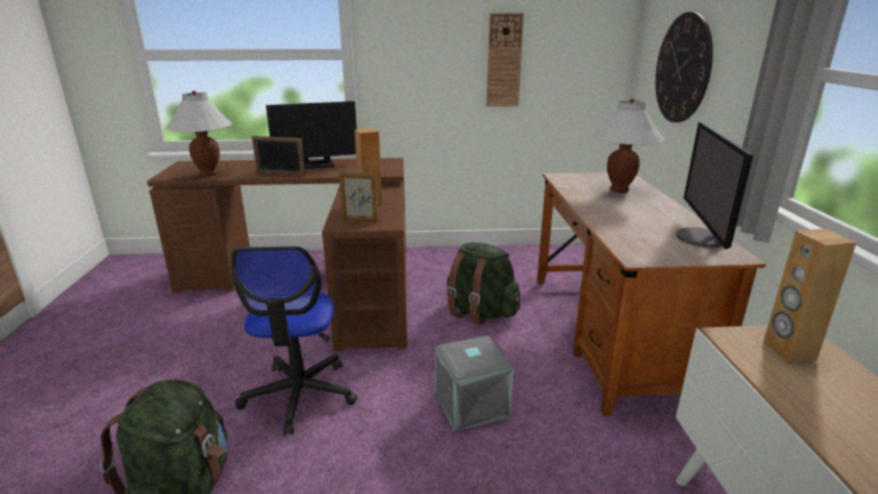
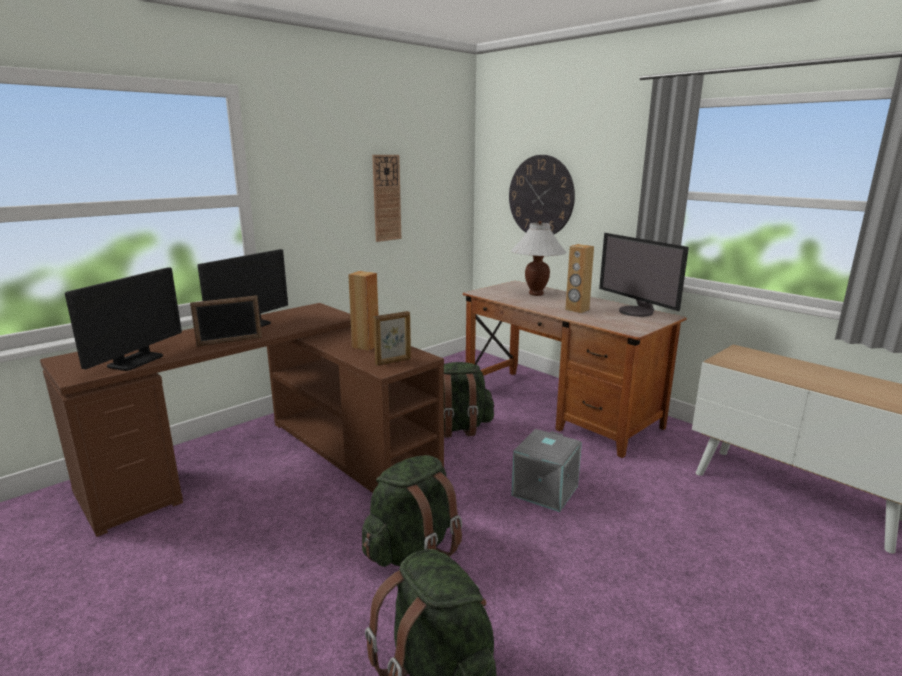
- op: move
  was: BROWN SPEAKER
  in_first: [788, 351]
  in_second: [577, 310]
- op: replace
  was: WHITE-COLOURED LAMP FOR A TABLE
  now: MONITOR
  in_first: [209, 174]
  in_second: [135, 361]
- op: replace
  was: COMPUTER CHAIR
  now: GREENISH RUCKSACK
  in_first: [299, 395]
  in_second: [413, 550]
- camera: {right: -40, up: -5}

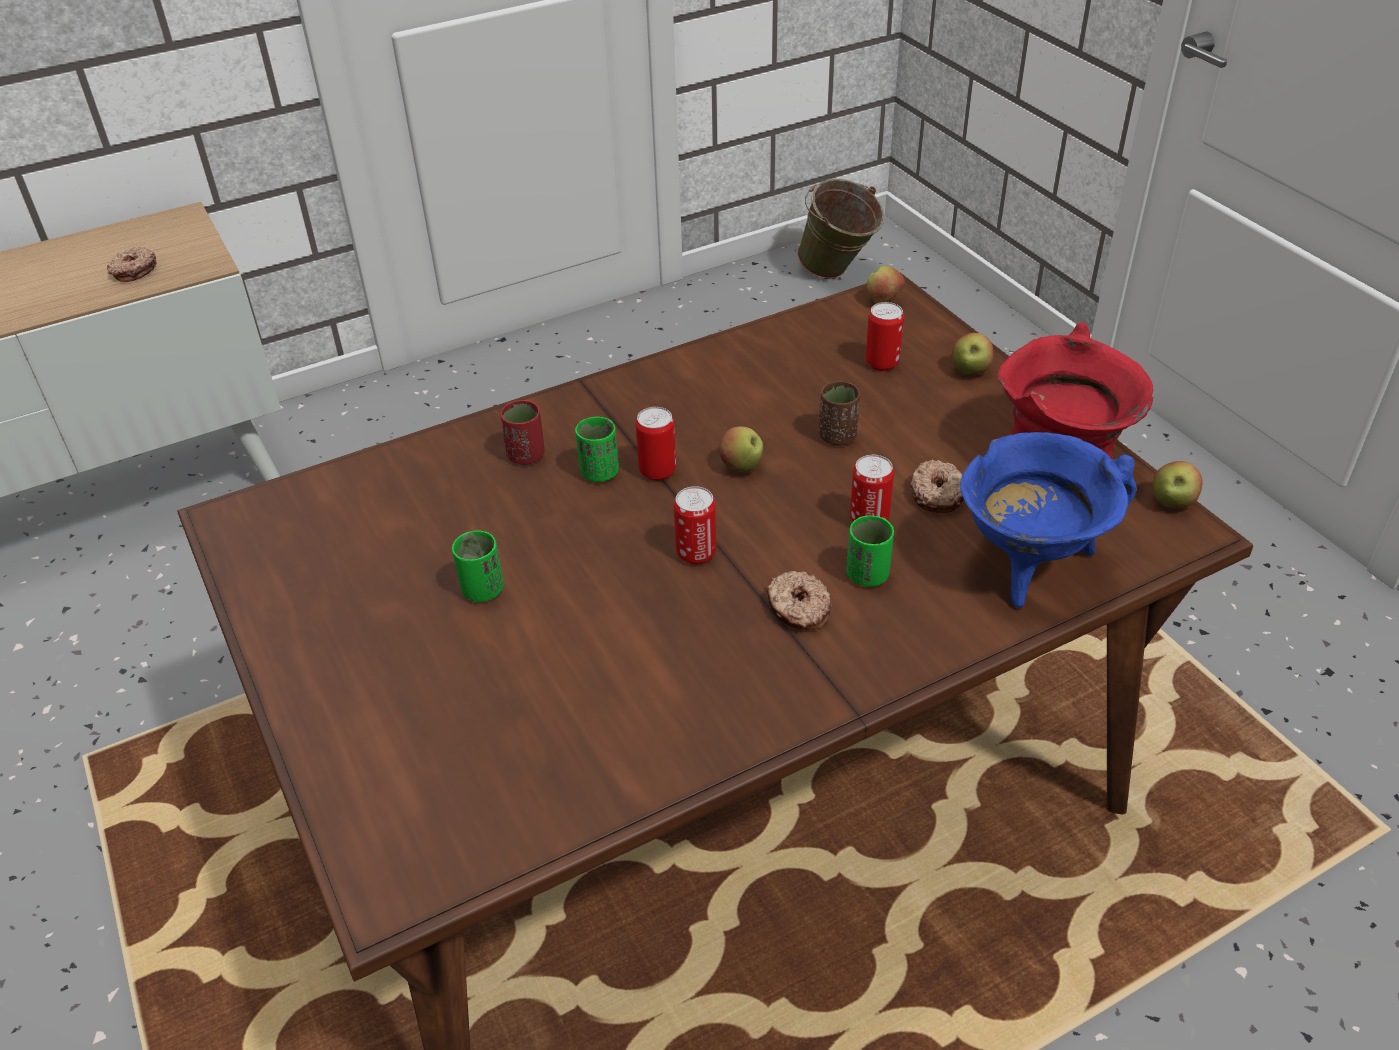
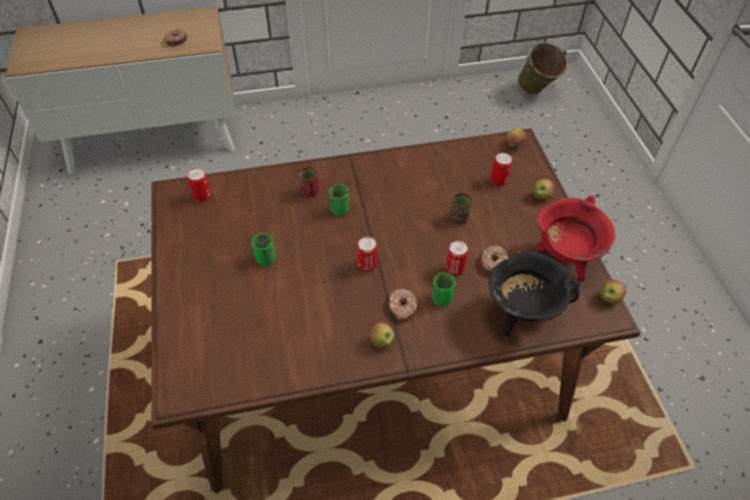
- op: move
  was: SEALED CAN
  in_first: [657, 471]
  in_second: [202, 196]
- op: move
  was: WHOLE APPLE
  in_first: [741, 467]
  in_second: [381, 342]
- op: recolor
  was: BLUISH SAUCEPOT
  now: BLACK-COLOURED SAUCEPOT
  in_first: [1029, 565]
  in_second: [521, 314]
- camera: {right: 15, up: 10}

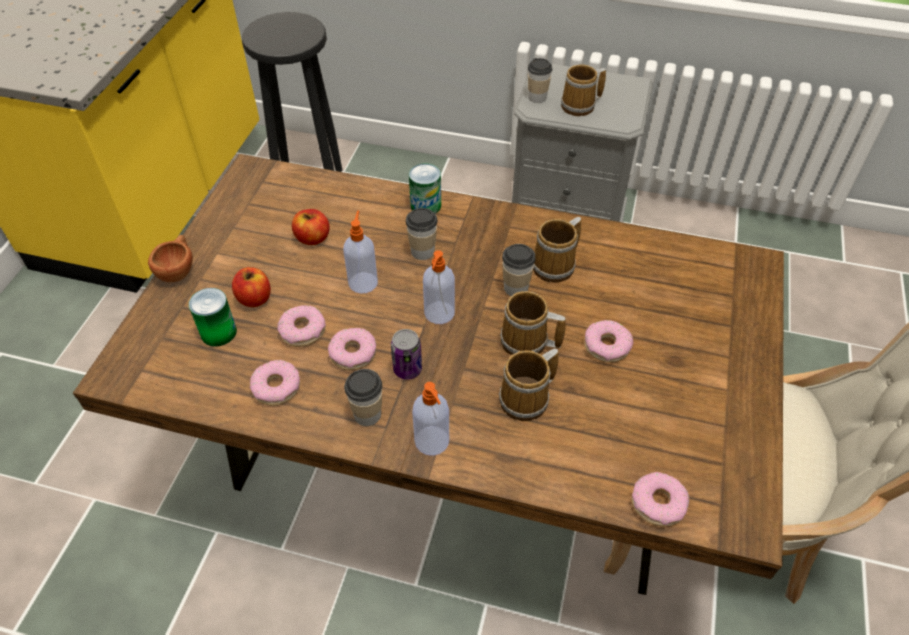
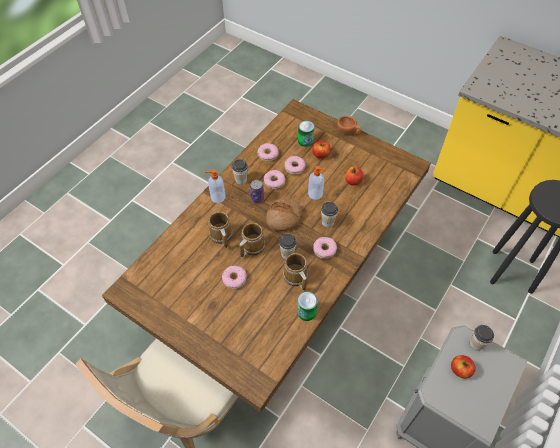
- op: move
  was: SEALED CAN
  in_first: [425, 205]
  in_second: [306, 312]
- op: move
  was: DOUGHNUT
  in_first: [658, 503]
  in_second: [324, 249]
- op: replace
  was: SOAP BOTTLE
  now: BAKERY BREAD
  in_first: [439, 314]
  in_second: [283, 218]
- op: replace
  was: MUG
  now: WHOLE APPLE
  in_first: [580, 106]
  in_second: [460, 370]
- camera: {right: 110, up: 5}

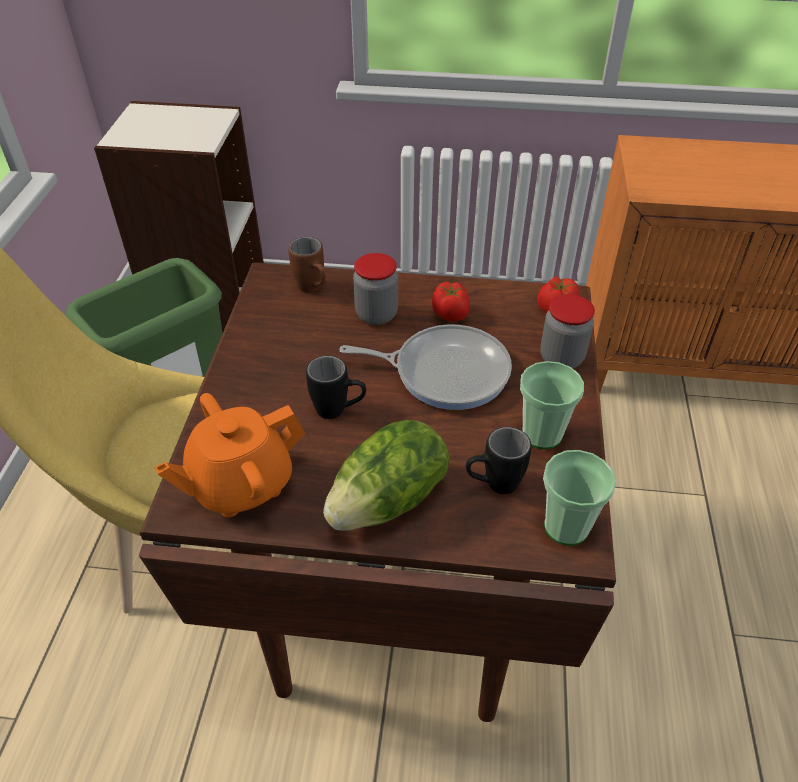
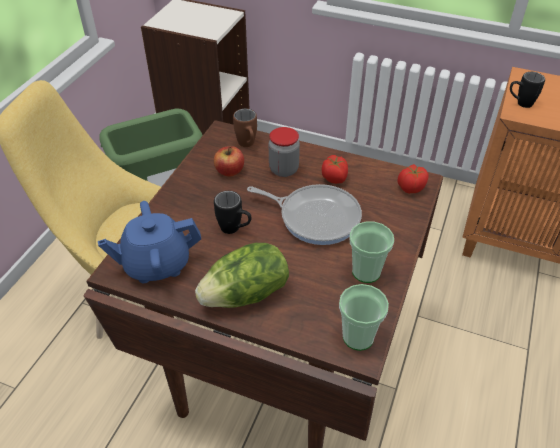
- op: delete
  was: JAR
  in_first: [561, 358]
- op: insert
  now: WHOLE APPLE
  in_second: [229, 171]
- op: move
  was: BLACK-COLOURED MUG
  in_first: [493, 485]
  in_second: [519, 103]
- op: recolor
  was: ORANGE-COLOURED TEAPOT
  now: BLUISH TEAPOT
  in_first: [241, 484]
  in_second: [156, 264]
- camera: {right: 15, up: 0}

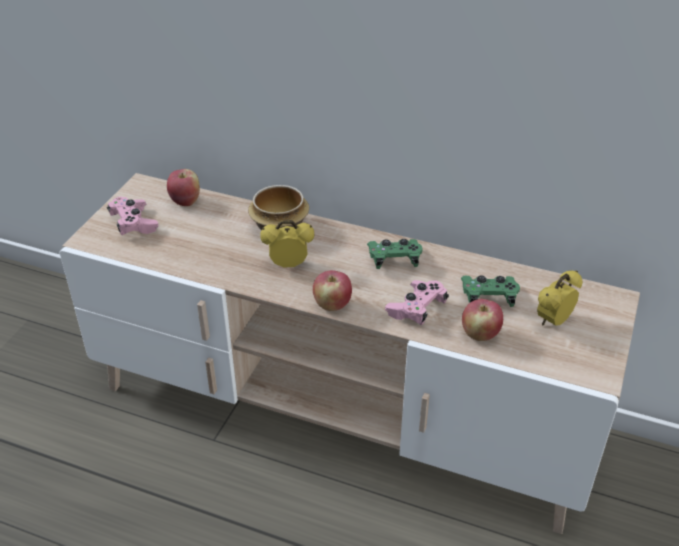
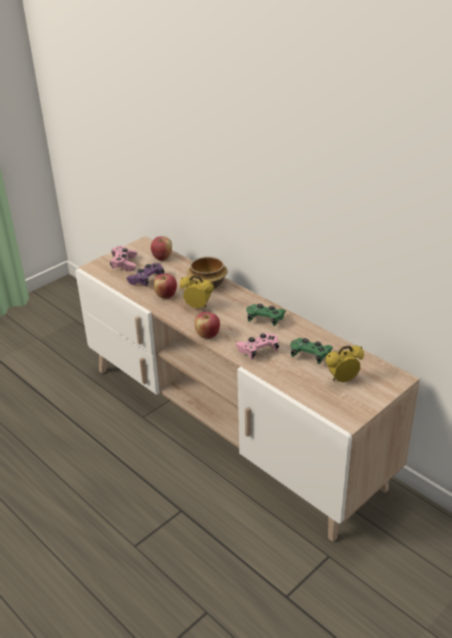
- op: insert
  now: PURPLE GAME CONTROLLER
  in_second: [146, 280]
- op: move
  was: WHOLE APPLE
  in_first: [480, 334]
  in_second: [166, 296]
- camera: {right: 25, up: -5}

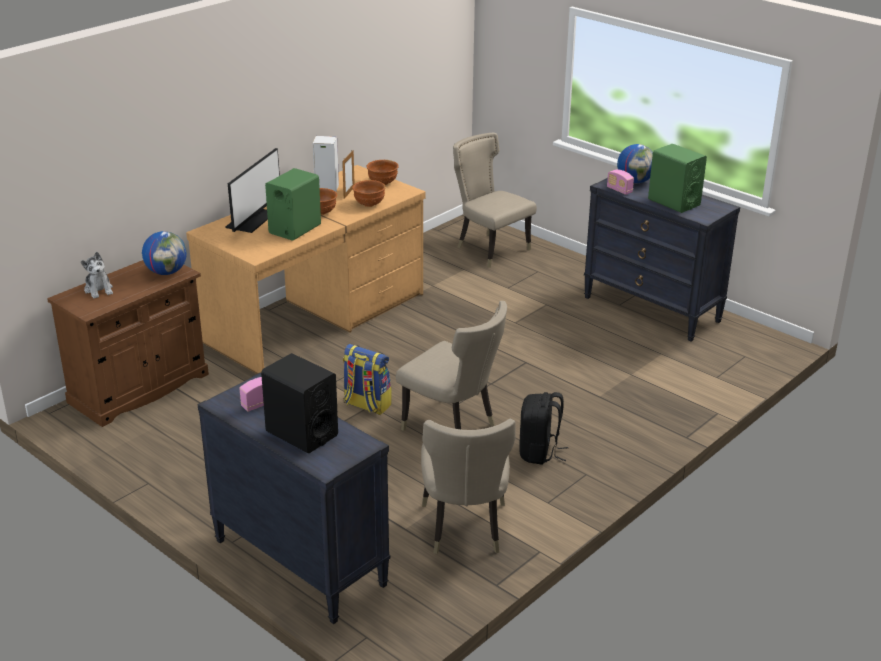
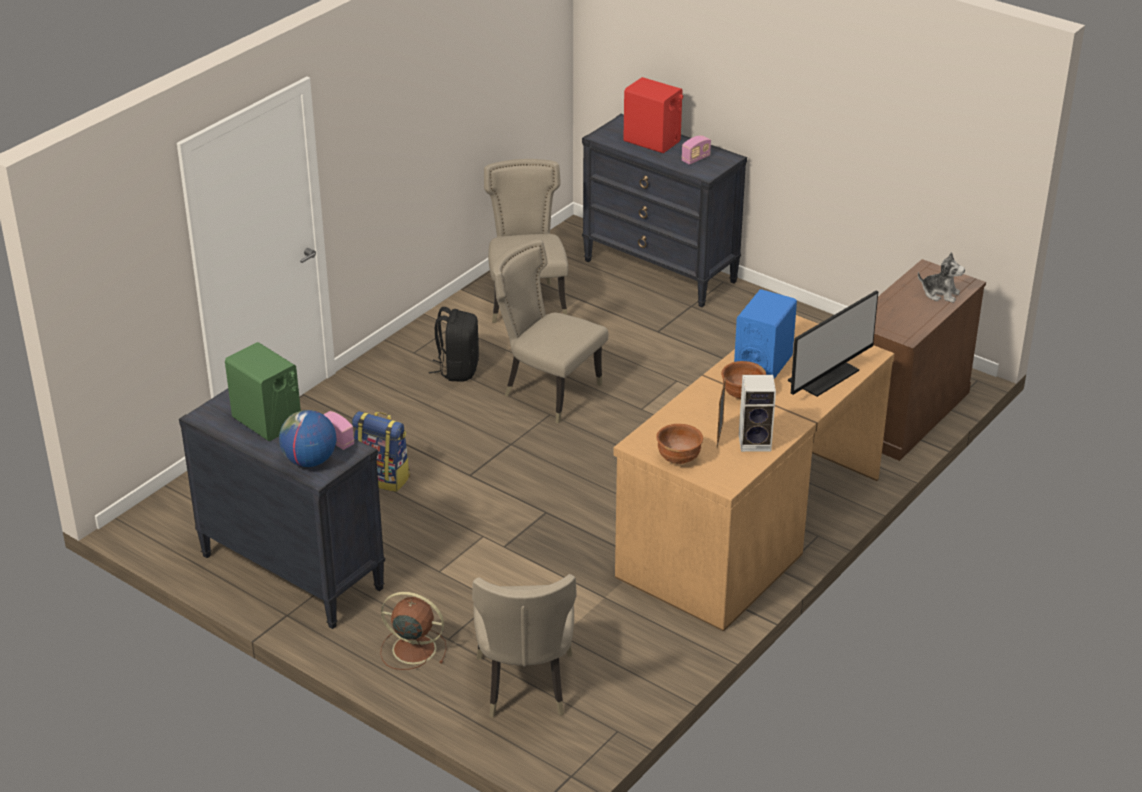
- op: delete
  was: GLOBE
  in_first: [166, 272]
- op: delete
  was: BROWN BOWL
  in_first: [369, 204]
- op: insert
  now: BROWN COOLING FAN
  in_second: [412, 649]
- op: move
  was: RUCKSACK
  in_first: [366, 405]
  in_second: [383, 478]
- op: recolor
  was: BLACK-COLOURED SPEAKER
  now: RED-COLOURED SPEAKER
  in_first: [301, 433]
  in_second: [652, 141]
- op: recolor
  was: GREENISH SPEAKER
  now: BLUISH SPEAKER
  in_first: [294, 229]
  in_second: [763, 365]
- op: rotate
  was: CUDDLY TOY
  in_first: [99, 290]
  in_second: [940, 294]
  clockwise: 150
- op: rotate
  was: MONITOR
  in_first: [252, 220]
  in_second: [824, 376]
  clockwise: -150
- op: rotate
  was: BEIGE-COLOURED CHAIR
  in_first: [489, 248]
  in_second: [525, 688]
  clockwise: 45
- camera: {right: 175, up: 5}

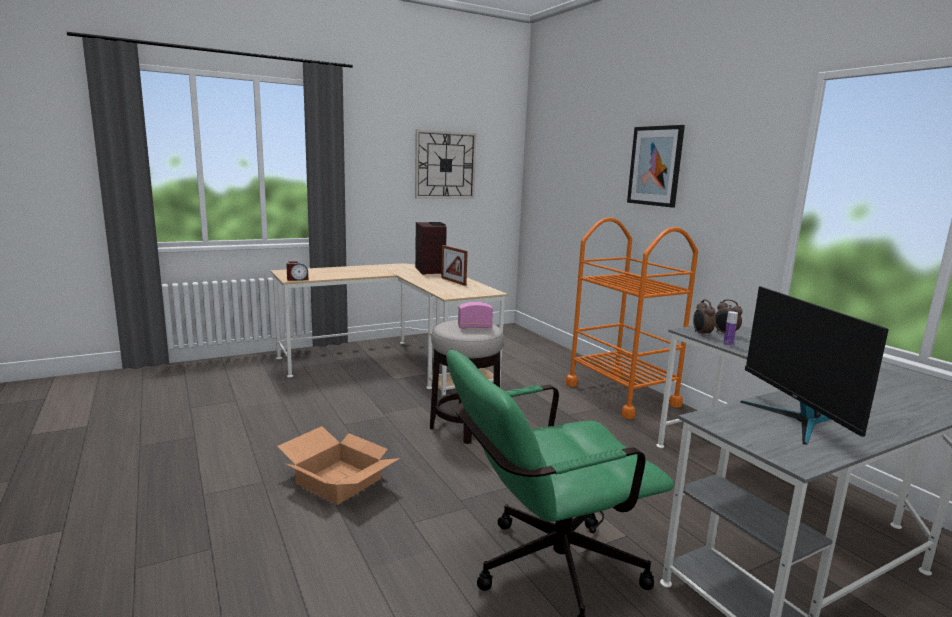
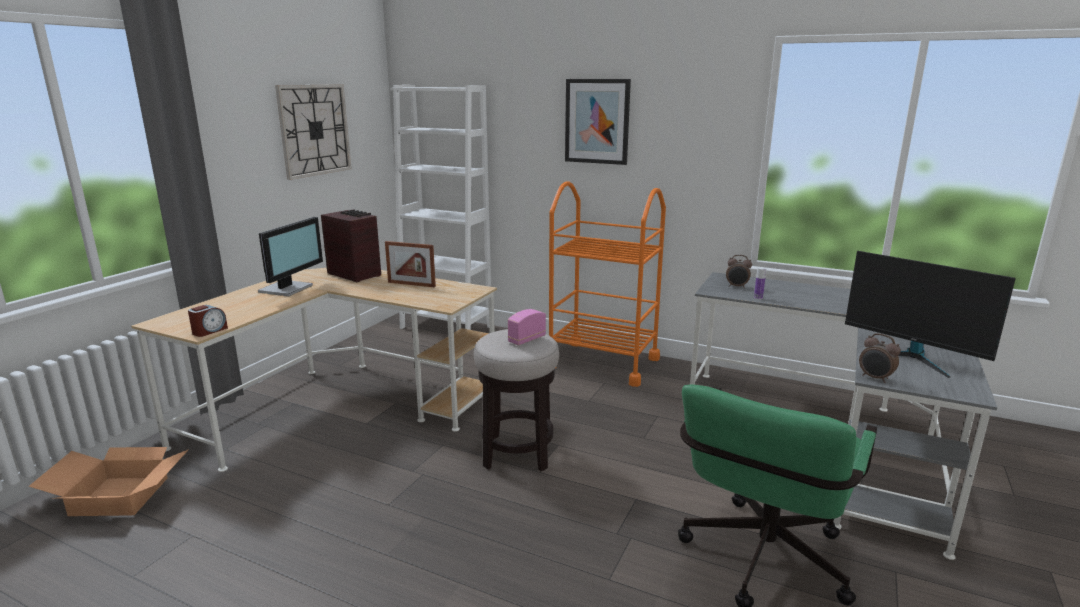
- op: insert
  now: MONITOR
  in_second: [288, 289]
- op: insert
  now: WHITE-COLOURED BOOKSHELF
  in_second: [446, 327]
- op: move
  was: CARDBOARD BOX
  in_first: [340, 481]
  in_second: [121, 495]
- op: move
  was: TABLE CLOCK
  in_first: [701, 334]
  in_second: [875, 378]
- camera: {right: -35, up: 5}

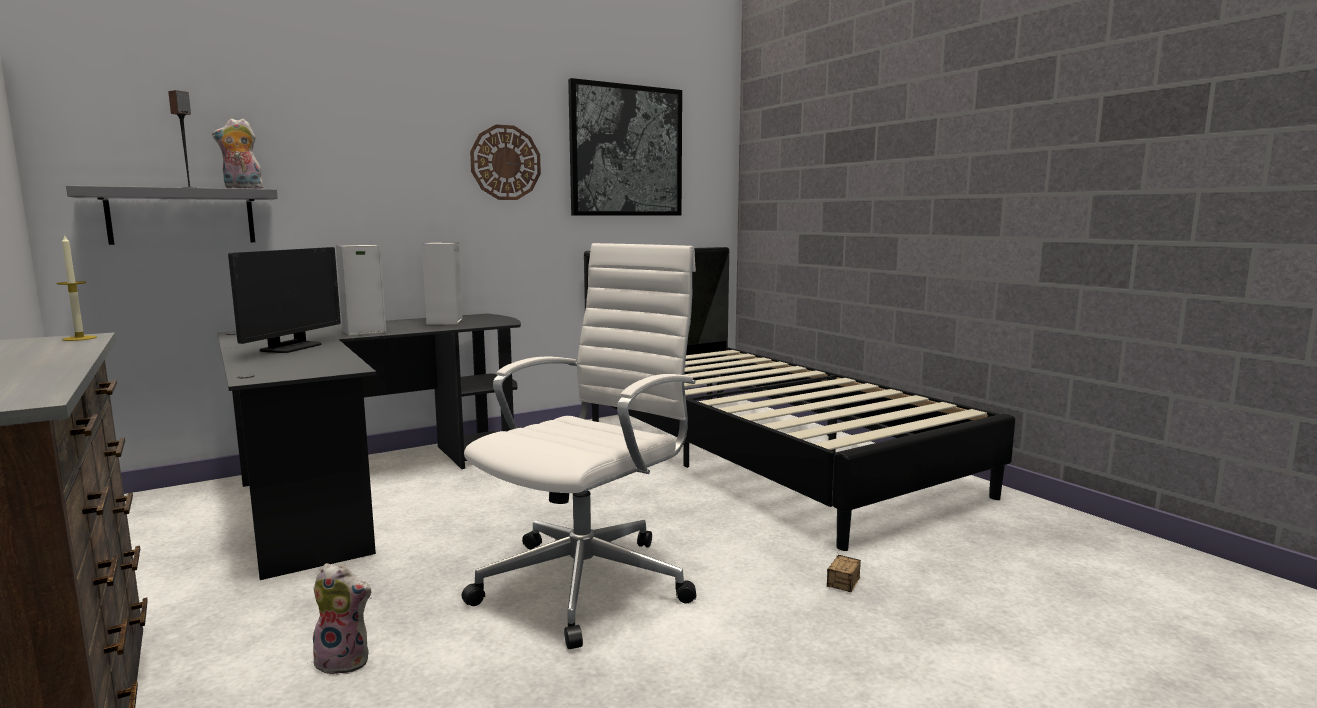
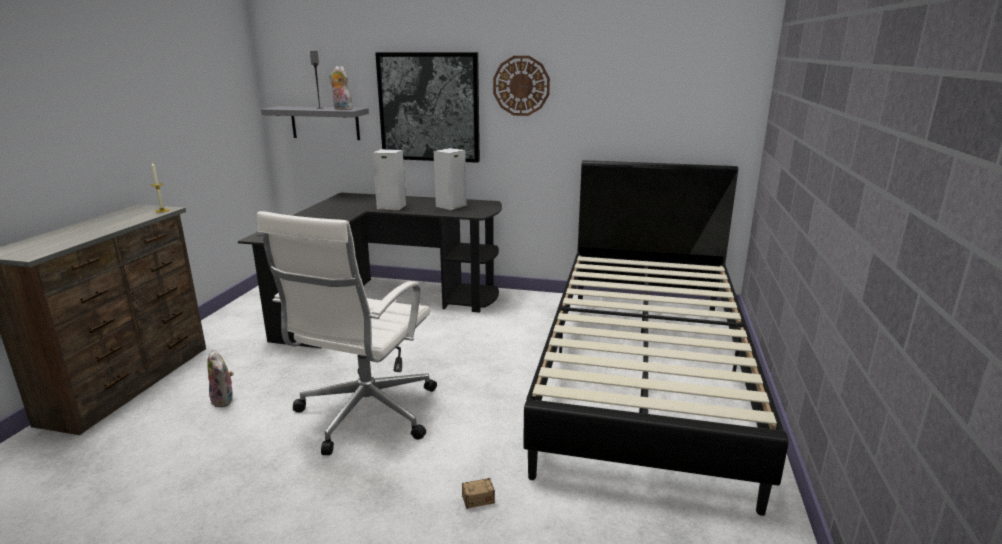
- op: delete
  was: MONITOR
  in_first: [291, 347]
- op: move
  was: PICTURE
  in_first: [626, 151]
  in_second: [429, 107]
- op: rotate
  was: WHITE-COLOURED COMPUTER CHAIR
  in_first: [590, 581]
  in_second: [364, 414]
  clockwise: 120
- camera: {right: 45, up: 10}

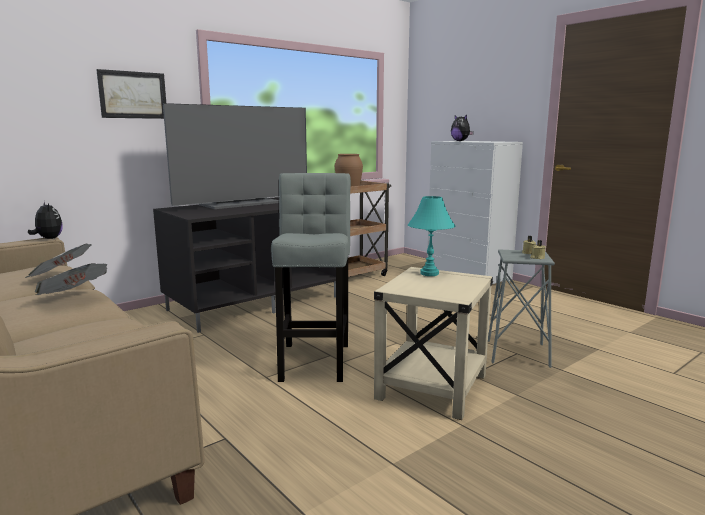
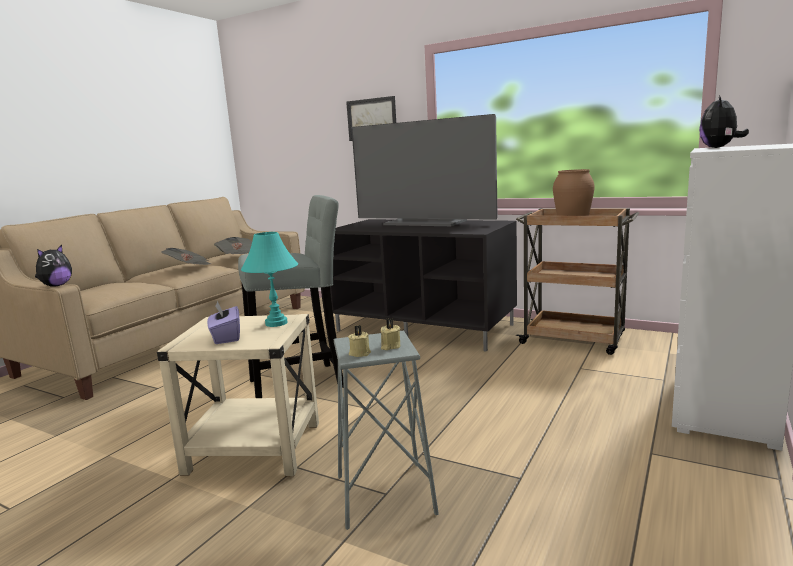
- op: insert
  now: PURPLE TISSUE BOX
  in_second: [226, 337]
- op: move
  was: CUDDLY TOY
  in_first: [48, 239]
  in_second: [56, 286]
- camera: {right: 70, up: 0}

